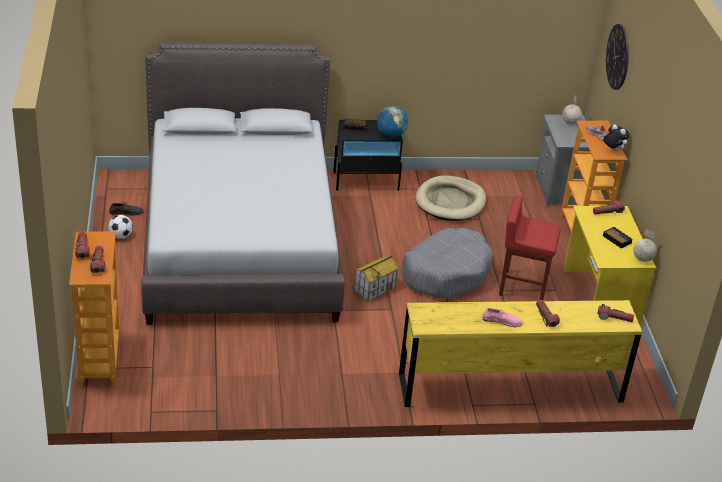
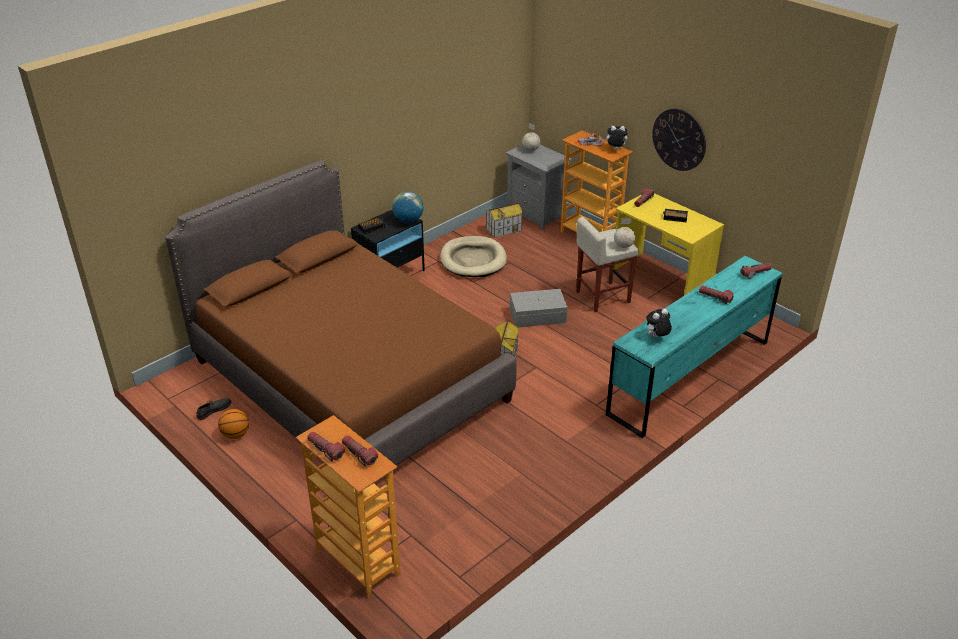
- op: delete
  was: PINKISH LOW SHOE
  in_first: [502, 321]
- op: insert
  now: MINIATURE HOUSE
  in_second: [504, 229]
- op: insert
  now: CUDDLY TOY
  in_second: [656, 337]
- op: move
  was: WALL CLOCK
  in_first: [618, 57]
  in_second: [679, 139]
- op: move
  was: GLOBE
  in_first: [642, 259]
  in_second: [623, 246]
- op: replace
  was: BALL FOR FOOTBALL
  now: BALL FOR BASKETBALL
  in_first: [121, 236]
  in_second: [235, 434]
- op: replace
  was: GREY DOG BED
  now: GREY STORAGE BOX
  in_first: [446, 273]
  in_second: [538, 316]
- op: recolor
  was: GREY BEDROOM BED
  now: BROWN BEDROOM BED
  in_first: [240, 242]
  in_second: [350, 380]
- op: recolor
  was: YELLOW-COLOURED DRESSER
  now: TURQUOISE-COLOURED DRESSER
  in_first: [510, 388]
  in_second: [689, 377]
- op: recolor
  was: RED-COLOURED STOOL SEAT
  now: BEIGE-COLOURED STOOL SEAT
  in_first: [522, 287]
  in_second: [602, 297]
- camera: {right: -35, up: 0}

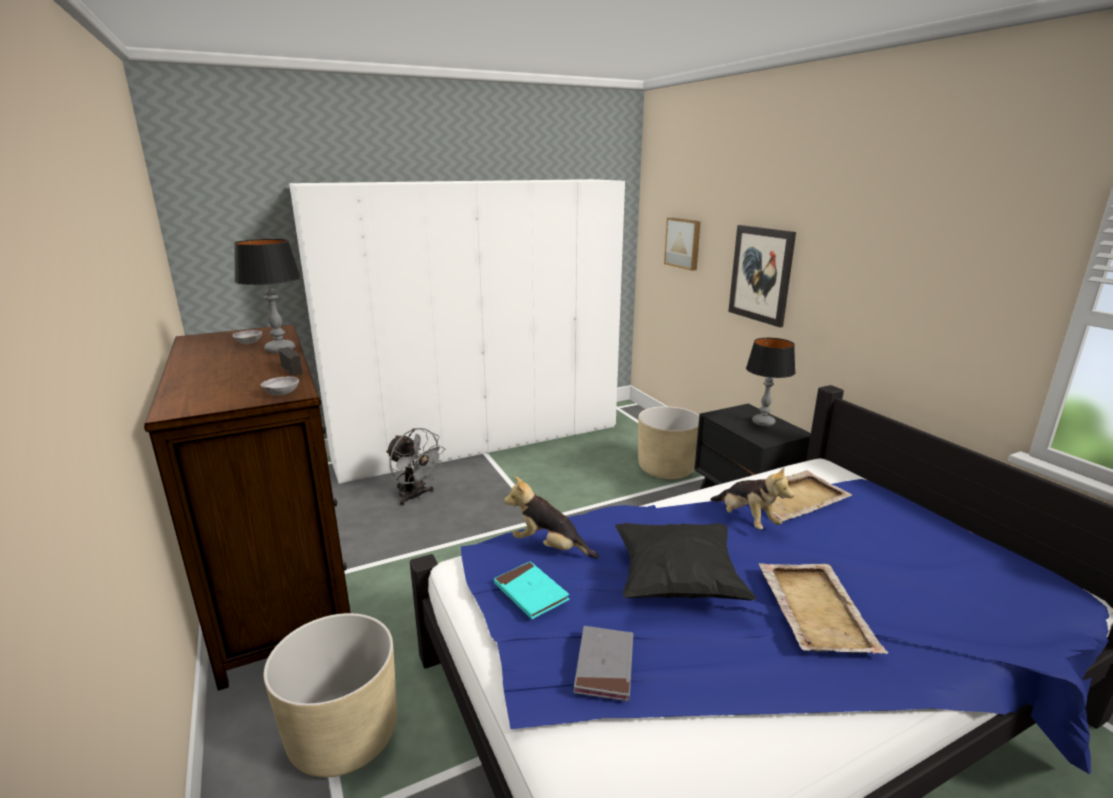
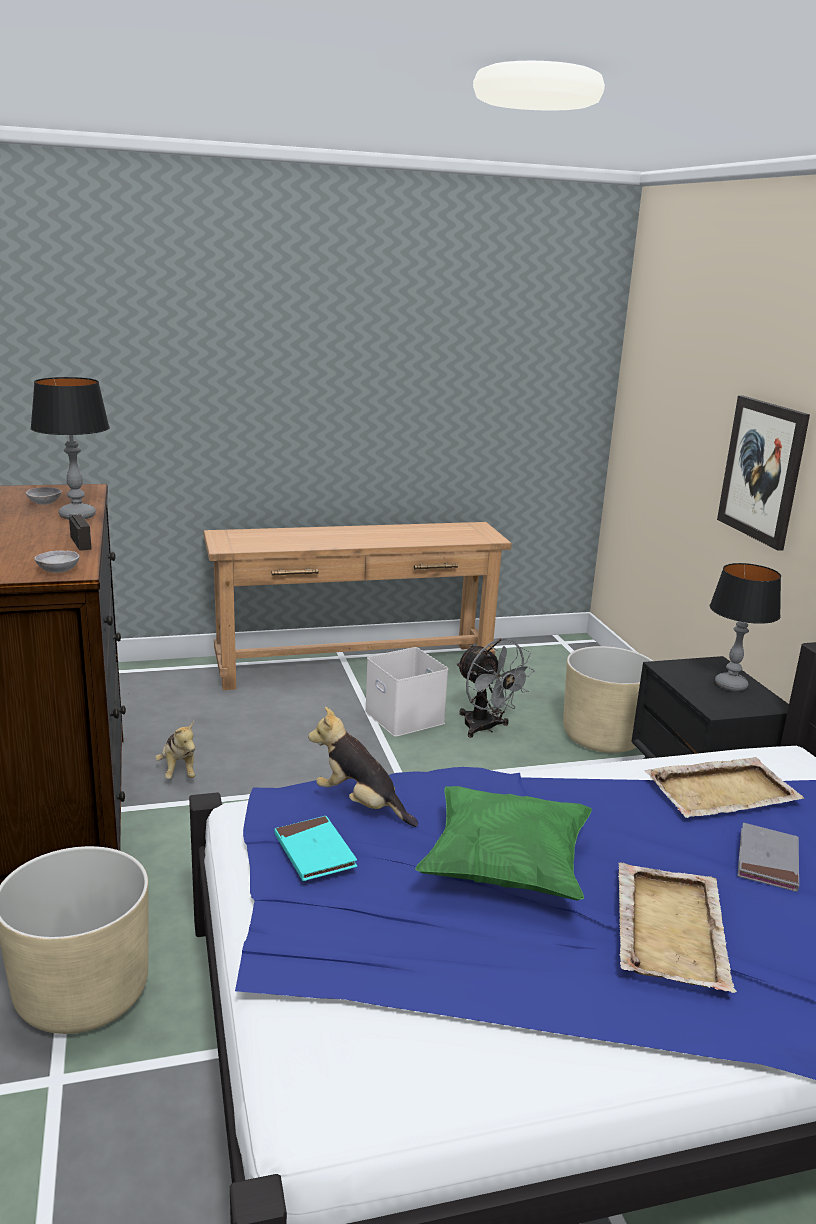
- op: delete
  was: PICTURE
  in_first: [683, 243]
- op: insert
  now: WHITE-COLOURED STORAGE BOX
  in_second: [406, 718]
- op: move
  was: GREY COOLING FAN
  in_first: [415, 496]
  in_second: [485, 728]
- op: move
  was: GREY BOUND BOOK
  in_first: [604, 665]
  in_second: [767, 861]
- op: move
  was: CUDDLY TOY
  in_first: [746, 520]
  in_second: [179, 771]
- op: replace
  was: WHITE-COLOURED WARDROBE
  now: BROWN CONSOLE TABLE
  in_first: [481, 441]
  in_second: [354, 666]
- op: recolor
  was: BLACK-COLOURED THROW PILLOW
  now: GREENISH THROW PILLOW
  in_first: [677, 582]
  in_second: [505, 869]
- camera: {right: 10, up: 0}

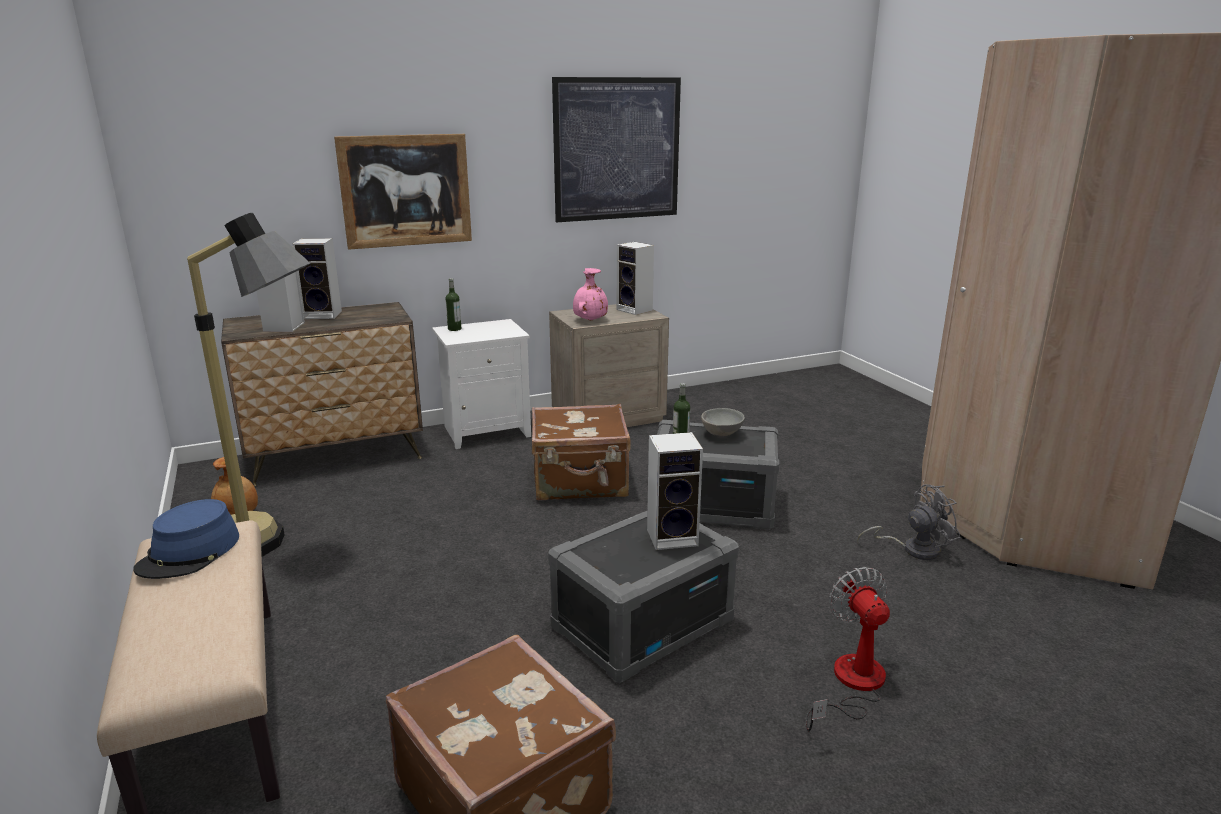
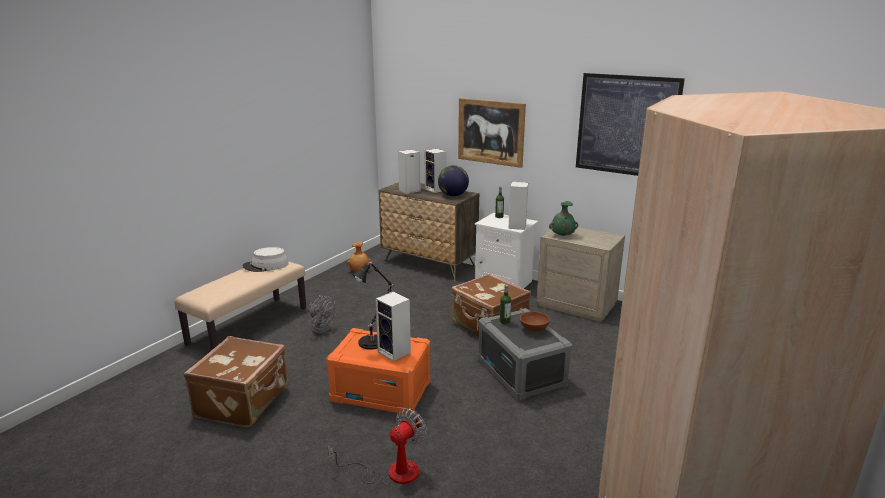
- op: delete
  was: STANDARD LAMP
  in_first: [278, 545]
- op: insert
  now: BLACK-COLOURED LAMP FOR A TABLE
  in_second: [373, 341]
- op: insert
  now: GLOBE
  in_second: [453, 195]
- op: move
  was: SPEAKER
  in_first: [636, 310]
  in_second: [517, 226]
- op: move
  was: GREY COOLING FAN
  in_first: [913, 549]
  in_second: [321, 328]
- op: recolor
  was: BLUISH WEARABLE HAT
  now: GREY WEARABLE HAT
  in_first: [189, 553]
  in_second: [266, 265]
- op: recolor
  was: GREY STORAGE BOX
  now: ORANGE-COLOURED STORAGE BOX
  in_first: [642, 623]
  in_second: [381, 391]
- op: recolor
  was: PINKISH DECORATIVE VASE
  now: GREENISH DECORATIVE VASE
  in_first: [589, 320]
  in_second: [562, 235]
- op: recolor
  was: GREY BOWL
  now: BROWN BOWL
  in_first: [722, 434]
  in_second: [534, 330]
- camera: {right: 55, up: 0}

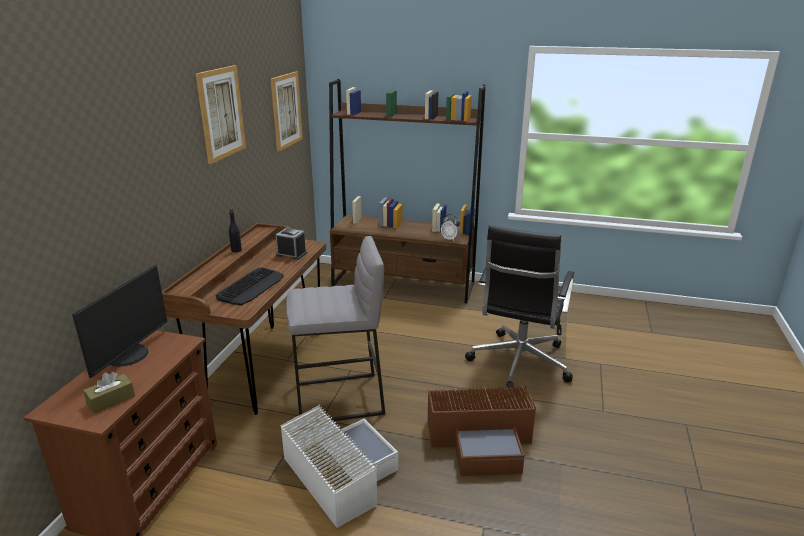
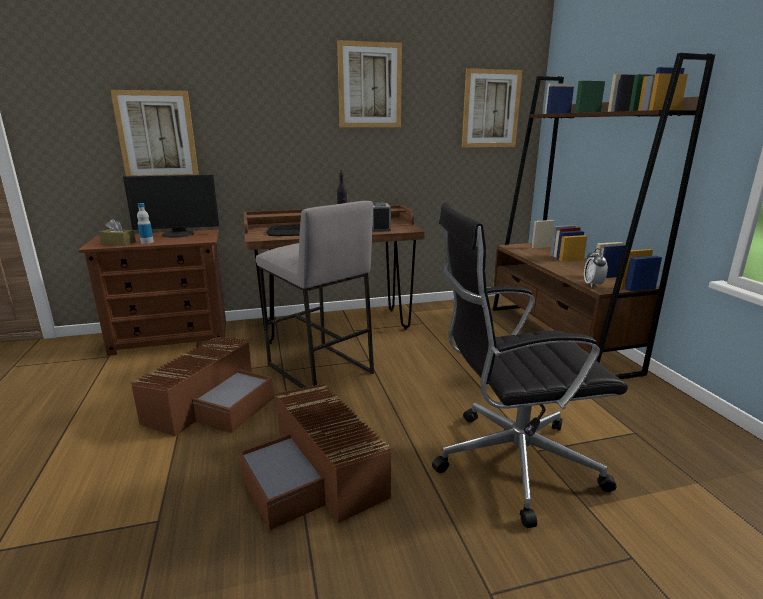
- op: insert
  now: PICTURE
  in_second: [157, 136]
- op: insert
  now: DRINK BOTTLE
  in_second: [147, 242]
- op: recolor
  was: WHITE-COLOURED STORAGE BOX
  now: BROWN STORAGE BOX
  in_first: [339, 473]
  in_second: [212, 402]
- camera: {right: 60, up: -5}

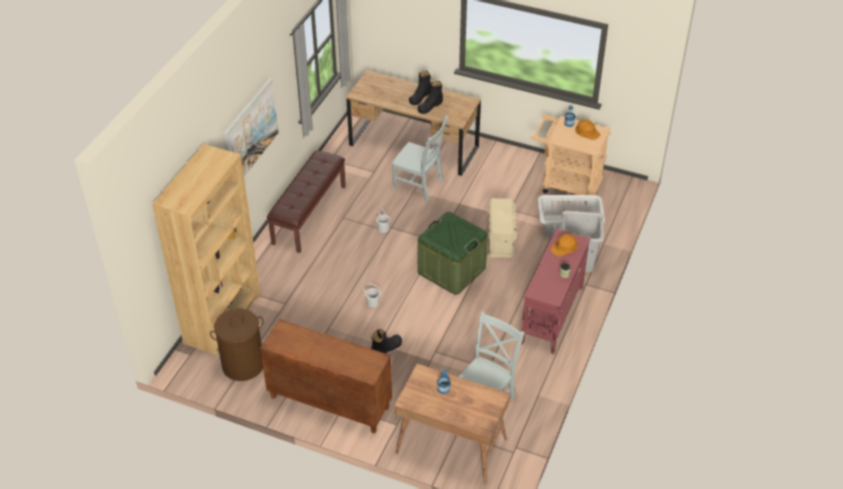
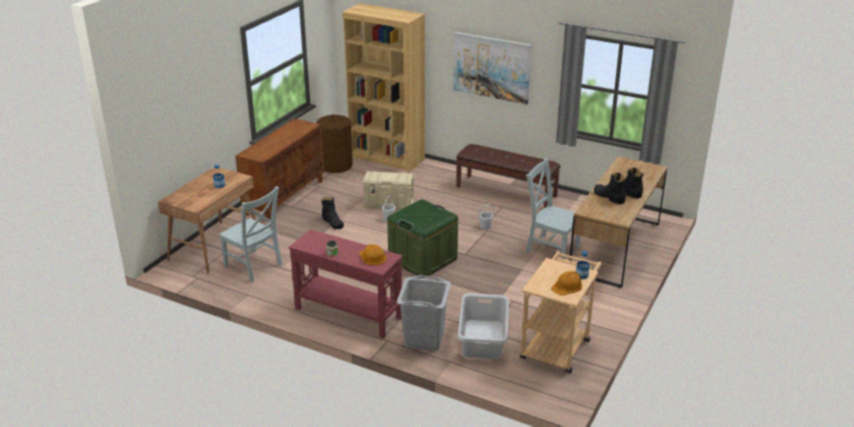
- op: move
  was: BEIGE-COLOURED STORAGE BOX
  in_first: [500, 239]
  in_second: [389, 204]
- op: rotate
  was: GREY CHAIR
  in_first: [420, 185]
  in_second: [550, 248]
  clockwise: 90
- camera: {right: 95, up: -15}

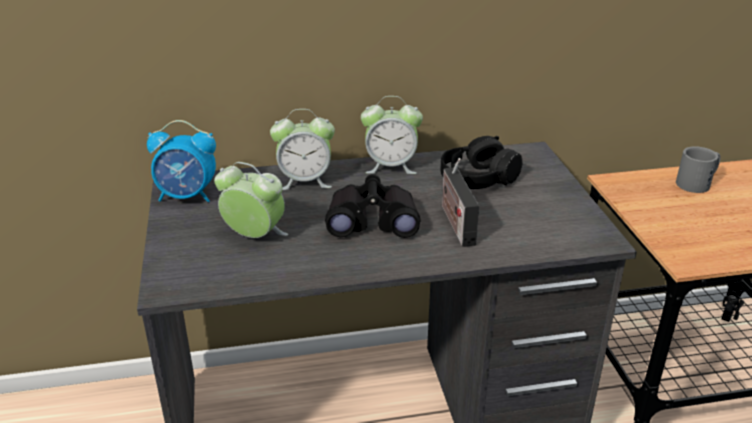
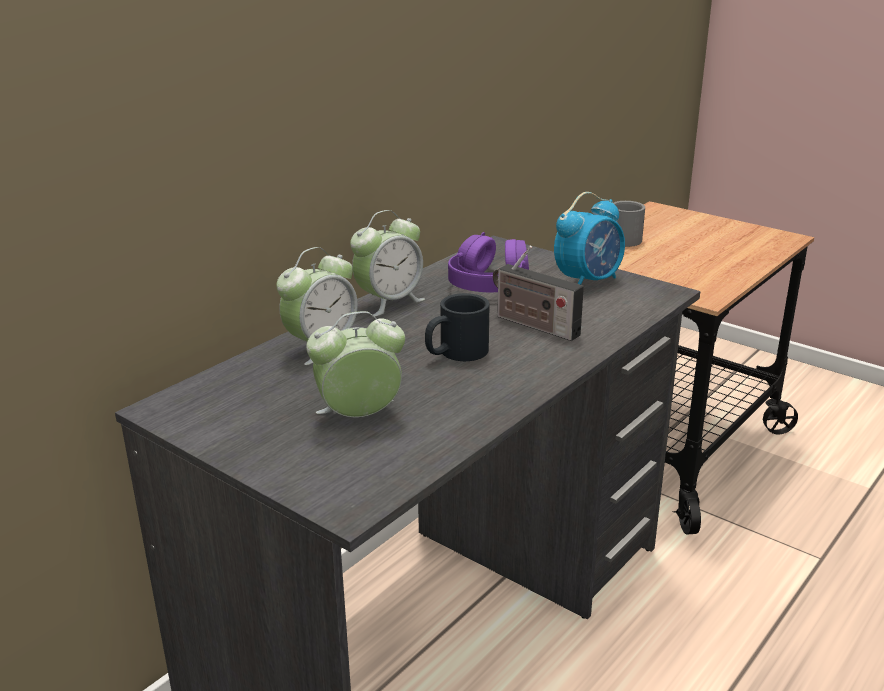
- op: move
  was: TABLE CLOCK
  in_first: [187, 196]
  in_second: [588, 281]
- op: replace
  was: BLACK-COLOURED PAIR OF BINOCULARS
  now: BLACK-COLOURED MUG
  in_first: [372, 221]
  in_second: [455, 353]
- op: recolor
  was: BLACK-COLOURED HEADSET
  now: PURPLE HEADSET
  in_first: [478, 178]
  in_second: [489, 283]
- camera: {right: -40, up: -5}

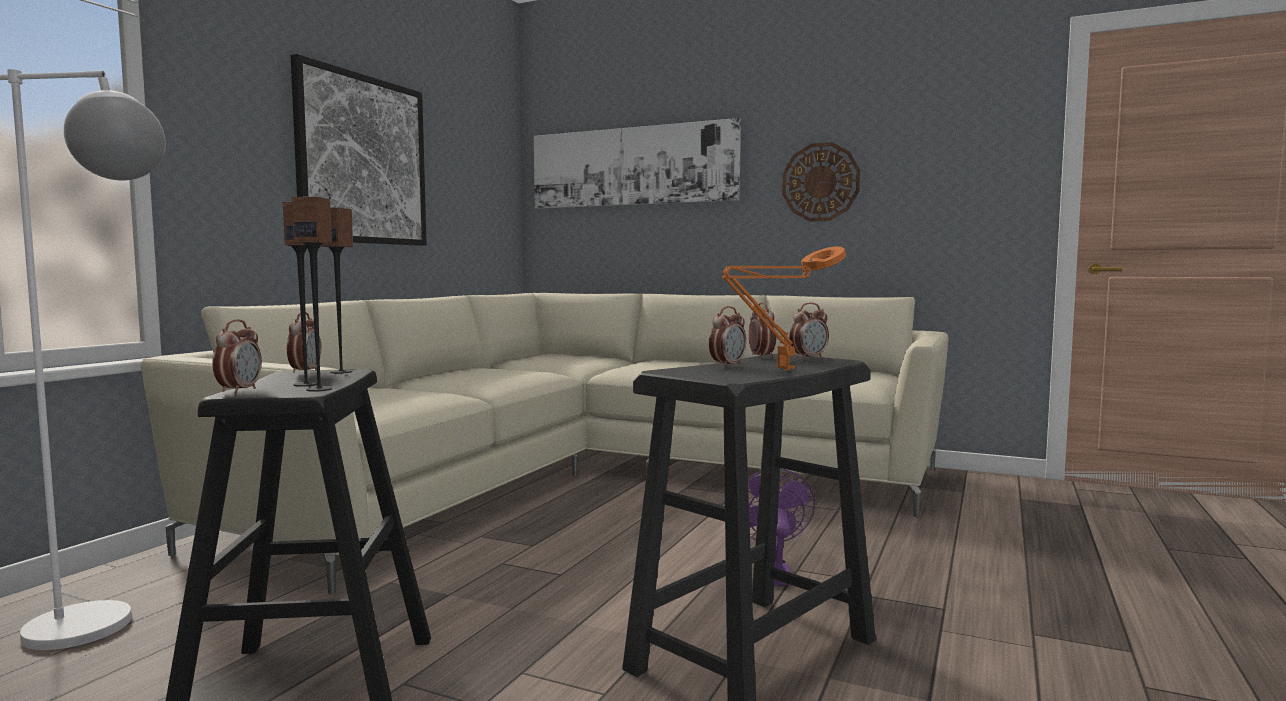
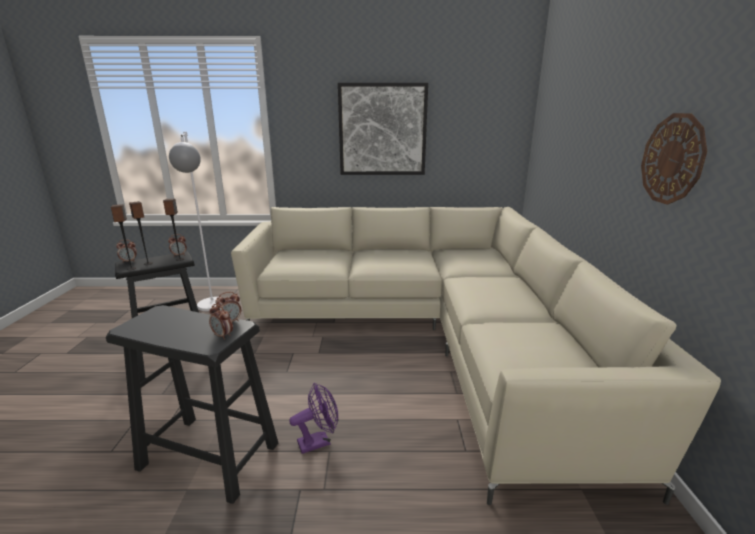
- op: delete
  was: PICTURE
  in_first: [632, 166]
- op: delete
  was: TABLE CLOCK
  in_first: [727, 366]
- op: delete
  was: ORANGE-COLOURED LAMP FOR A TABLE
  in_first: [782, 370]
- camera: {right: 65, up: 15}

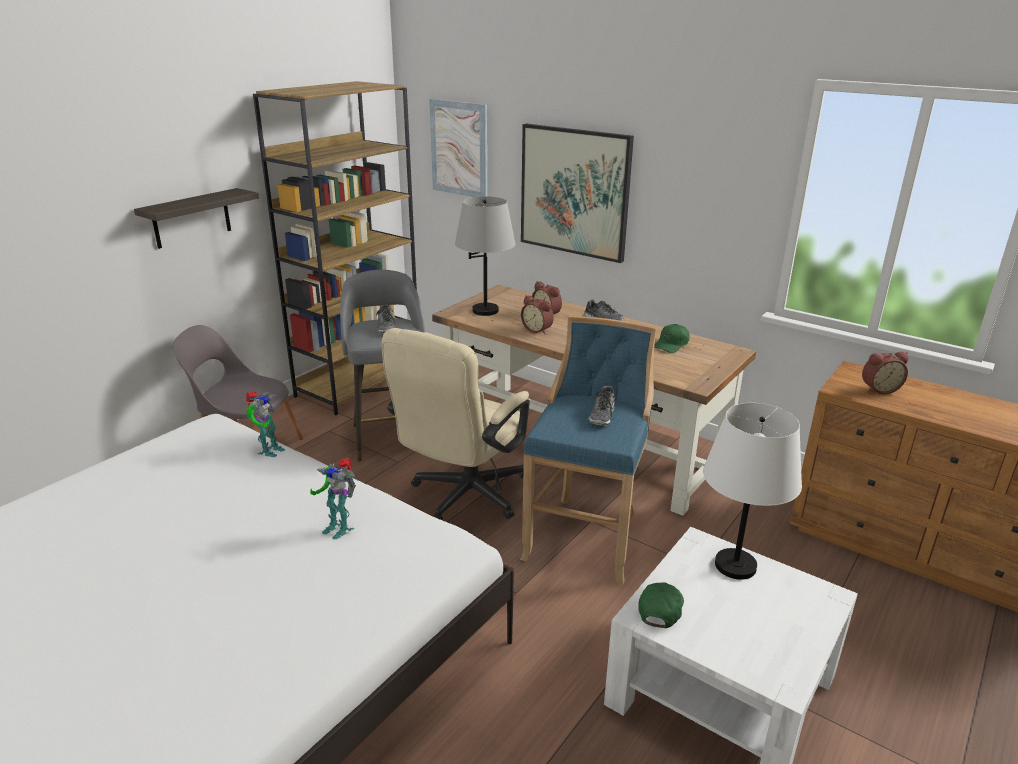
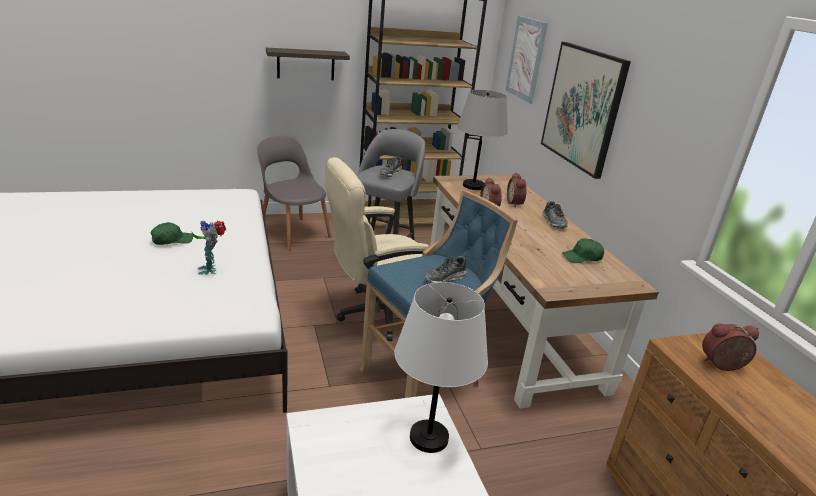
- op: delete
  was: TOY ROBOT
  in_first: [268, 450]
- op: move
  was: GREENISH CAP
  in_first: [660, 609]
  in_second: [171, 240]
- op: rotate
  was: TABLE CLOCK
  in_first: [879, 389]
  in_second: [722, 366]
  clockwise: 150
- camera: {right: 35, up: 0}

